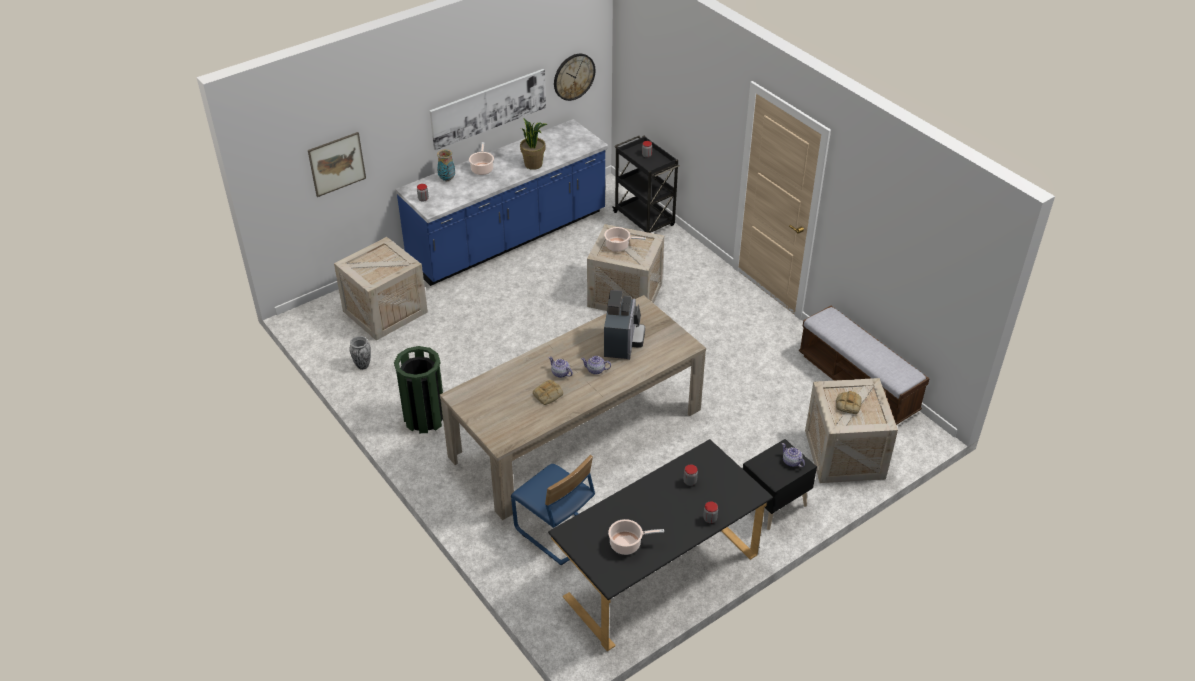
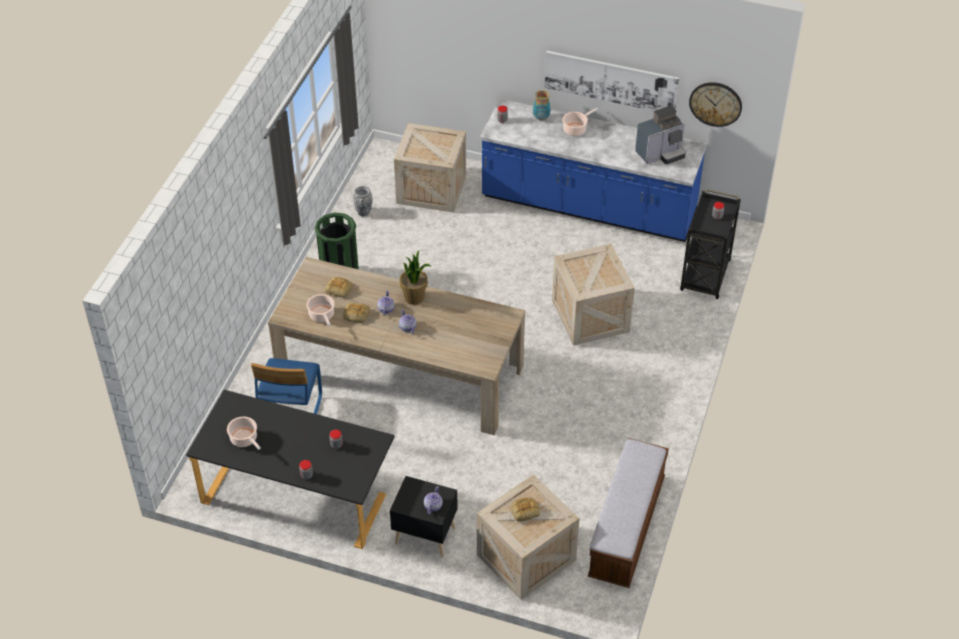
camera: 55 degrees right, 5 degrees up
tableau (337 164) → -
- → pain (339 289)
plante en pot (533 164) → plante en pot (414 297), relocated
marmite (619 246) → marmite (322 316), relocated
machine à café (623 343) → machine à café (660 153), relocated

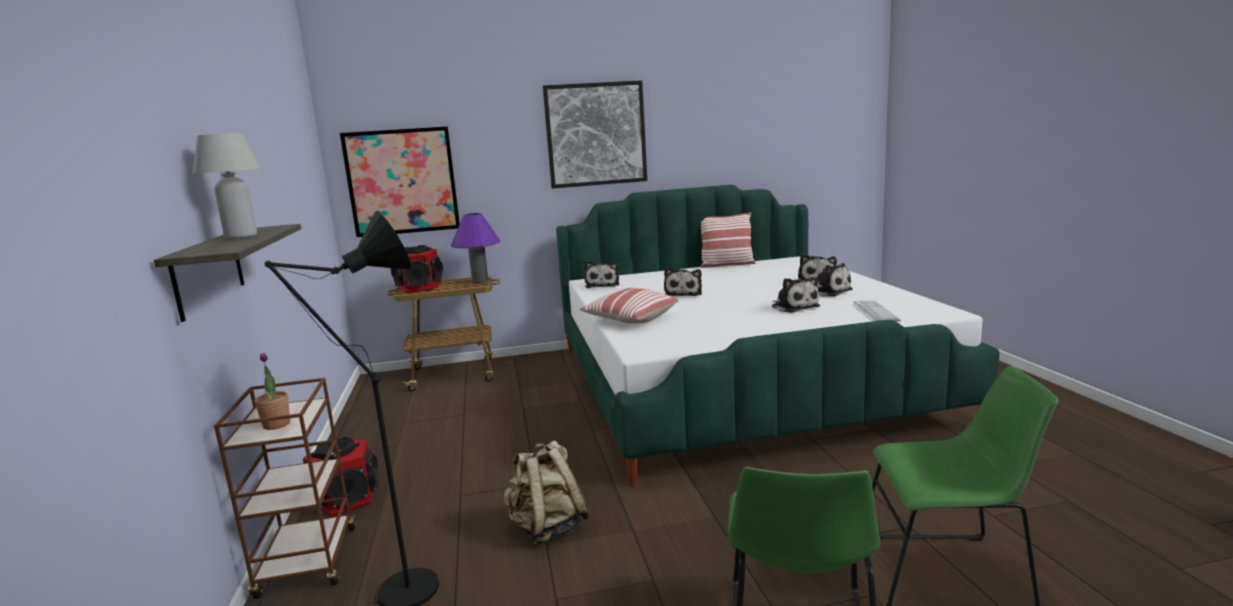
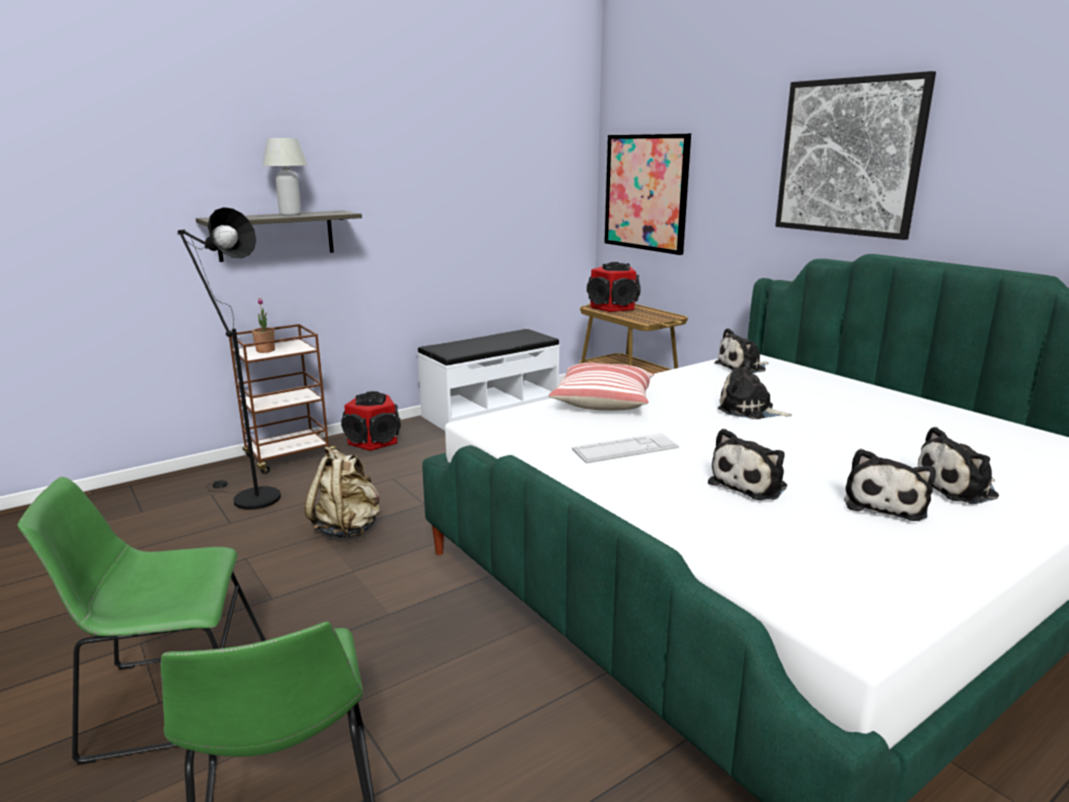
camera: 65 degrees right, 5 degrees up
lampe de table/violet (480 280) → -
coussin (726 264) → -
- → banc/blanc (490 411)
clavier (876 312) → clavier (625 449), relocated
peluche (683 293) → peluche (749 410), 45 degrees clockwise

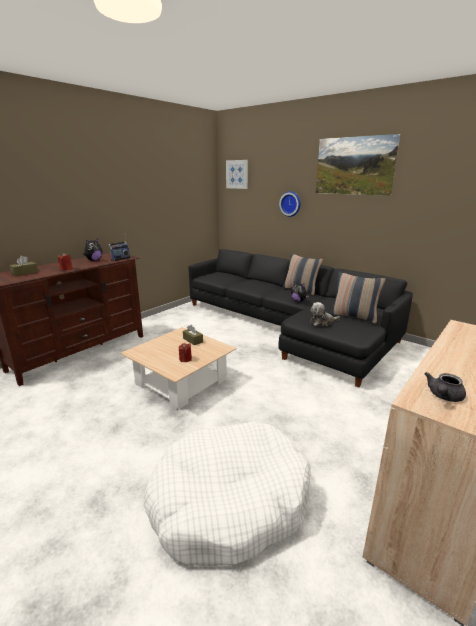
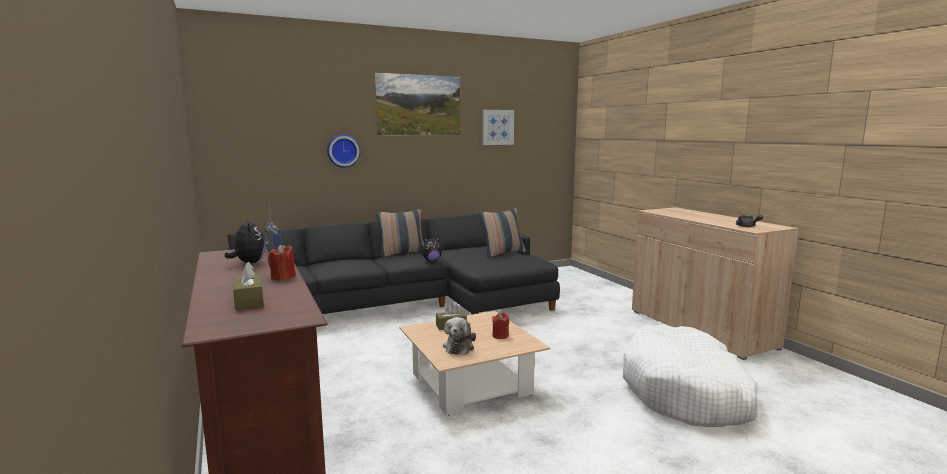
camera: 65 degrees left, 10 degrees down
tableau (237 174) → tableau (497 127), relocated
peluche (322 322) → peluche (459 346), relocated

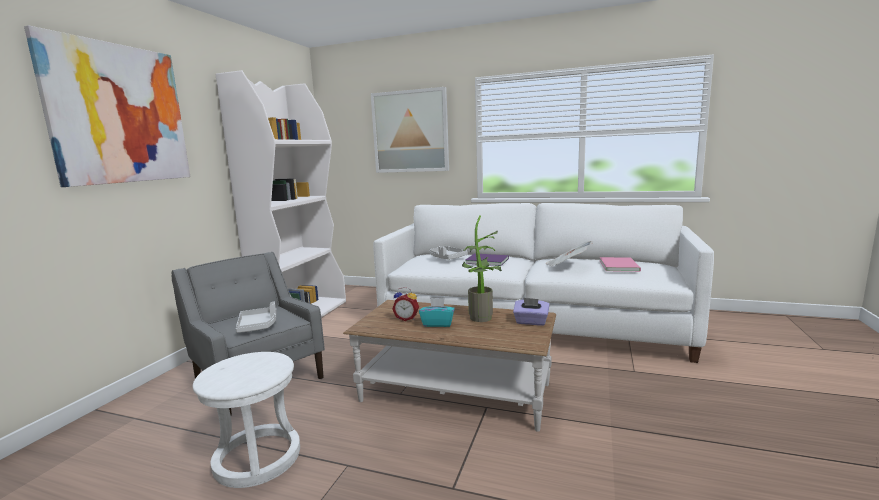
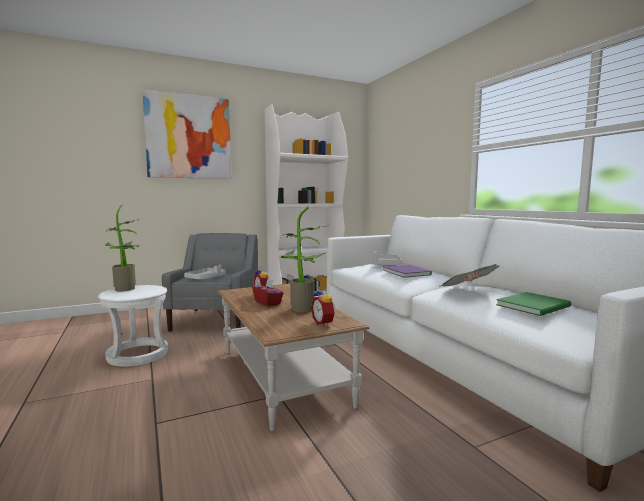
camera: 45 degrees right, 5 degrees down
tableau (410 131) → -
- → plante en pot (127 289)
boîte à mouchoirs/violet (531 322) → réveil (324 323)
boîte à mouchoirs/turquoise (437 323) → boîte à mouchoirs/rouge (268 303)
livre/rose (620 265) → livre/vert (535 306)

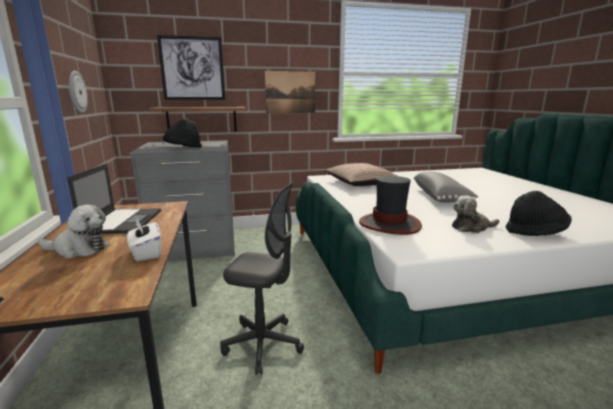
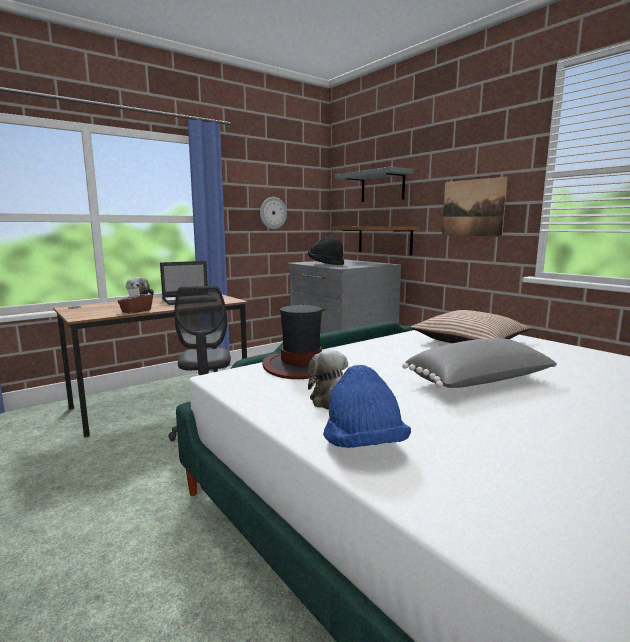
camera: 65 degrees right, 5 degrees down
tableau (192 68) → étagère/gris (382 186)
boîte à mouchoirs/blanc (146 253) → boîte à mouchoirs/marron (136 311)
chapeau/noir (535 232) → chapeau/bleu (363 446)

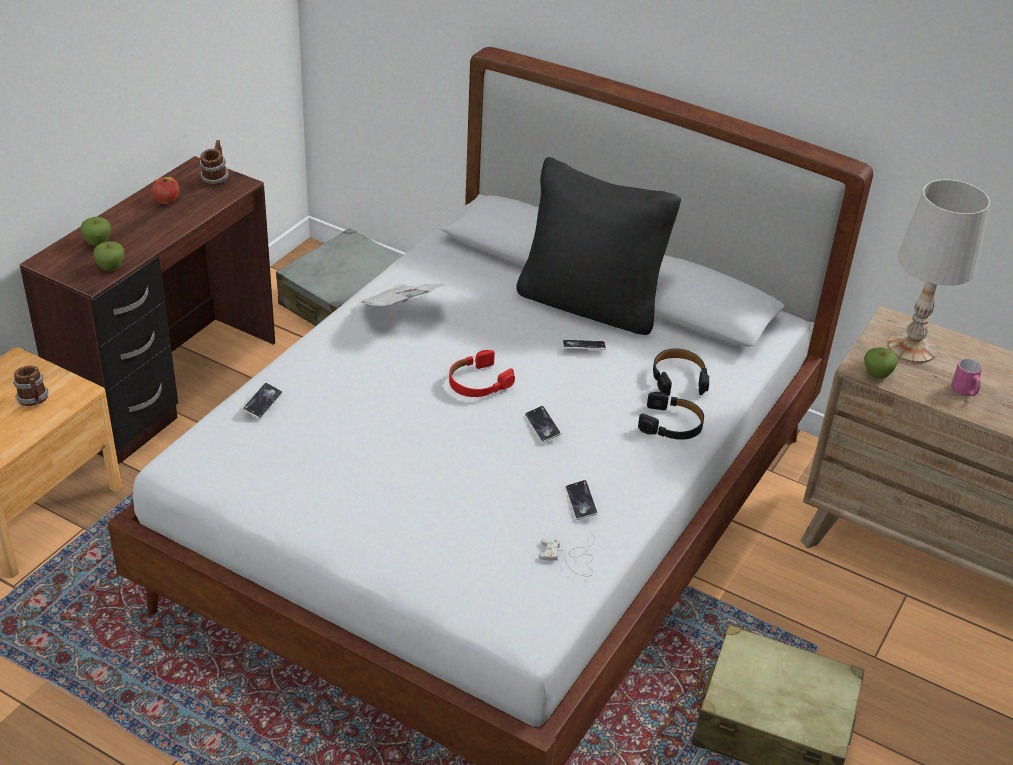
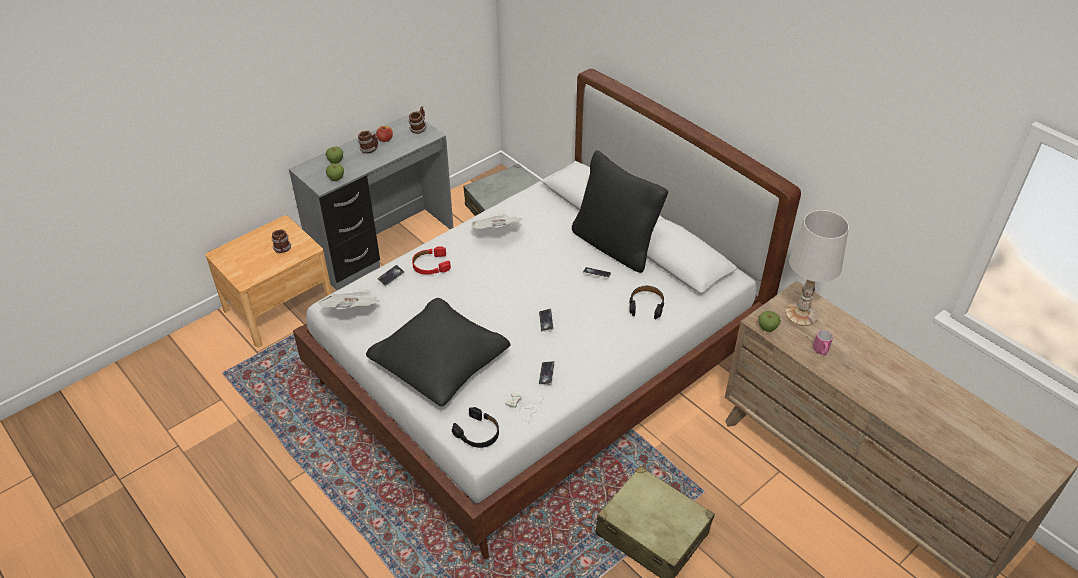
camera: 20 degrees right, 5 degrees up
- → journal (353 311)
- → mug (369 150)
- → coussin/noir (440 362)
casque audio/rouge (478 383) → casque audio/rouge (430 265), relocated
casque audio/noir (671 425) → casque audio/noir (478 433), relocated
bureau/marron (172 386) → bureau/gris (384 248)

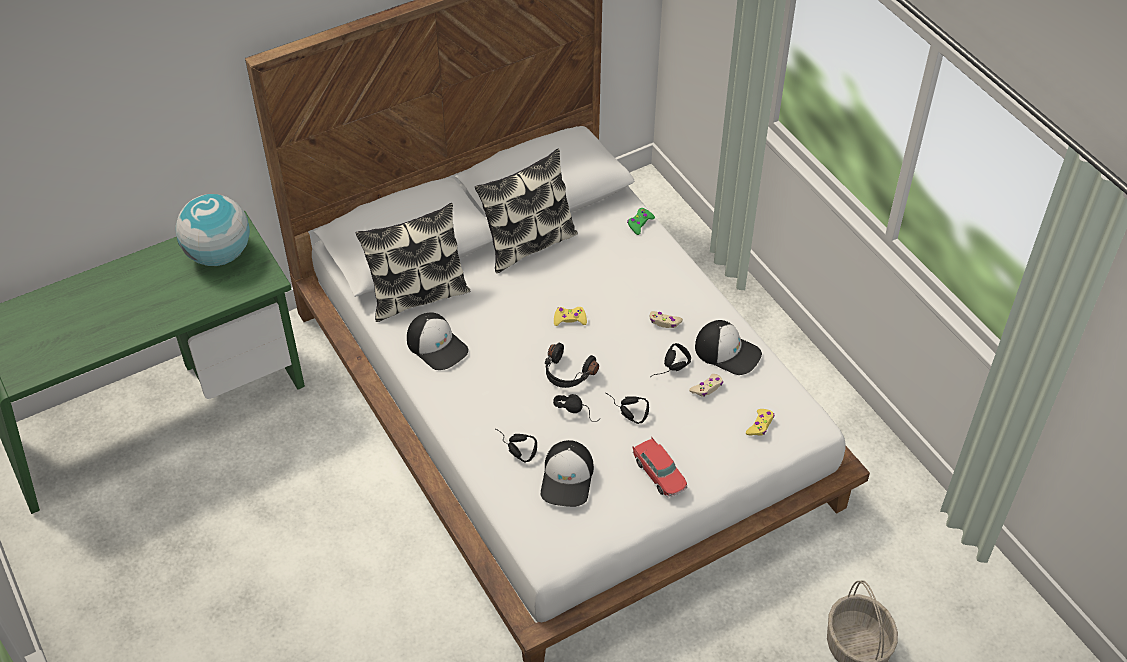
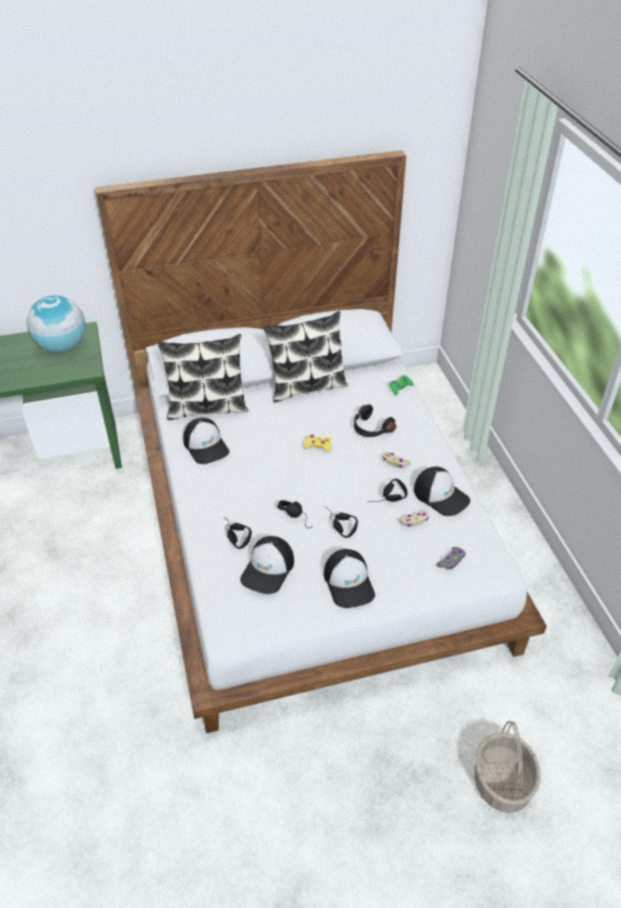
camera: 15 degrees right, 5 degrees down
casque audio/noir (567 374) → casque audio/noir (370 429), relocated
petite voiture (659 474) → casquette (349 582)
manette/jaune (760 425) → manette/gris (451 561)

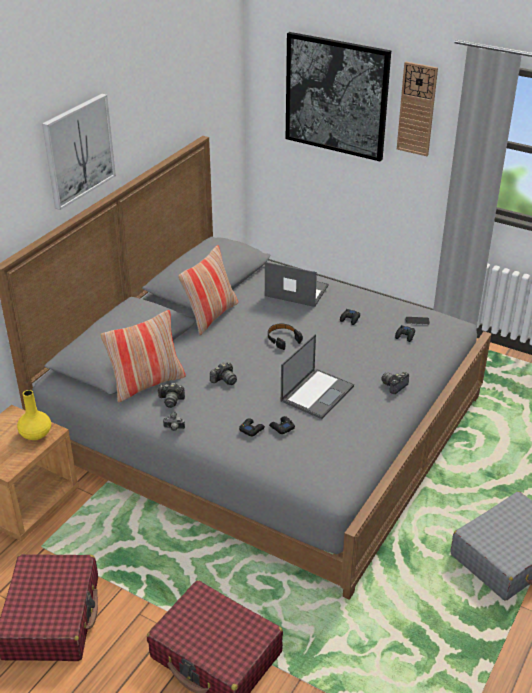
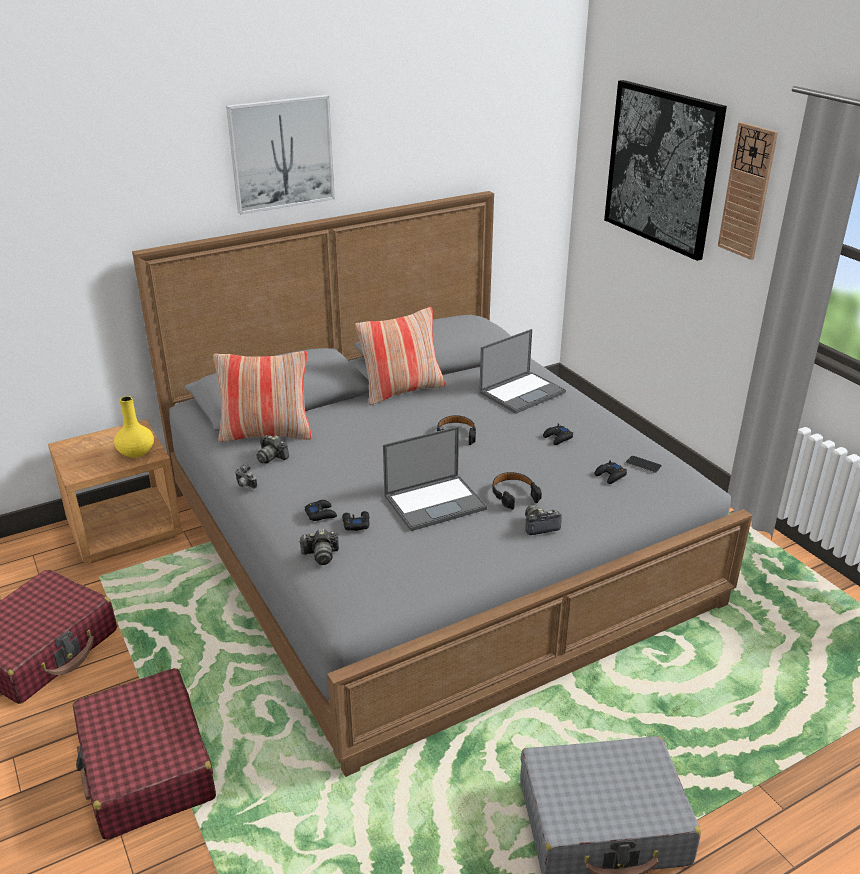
camera: 30 degrees right, 5 degrees down
- → casque audio/noir (514 494)
appareil photo (224 380) → appareil photo (321 555), relocated
ordinateur portable (295 291) → ordinateur portable (522 392), 90 degrees clockwise

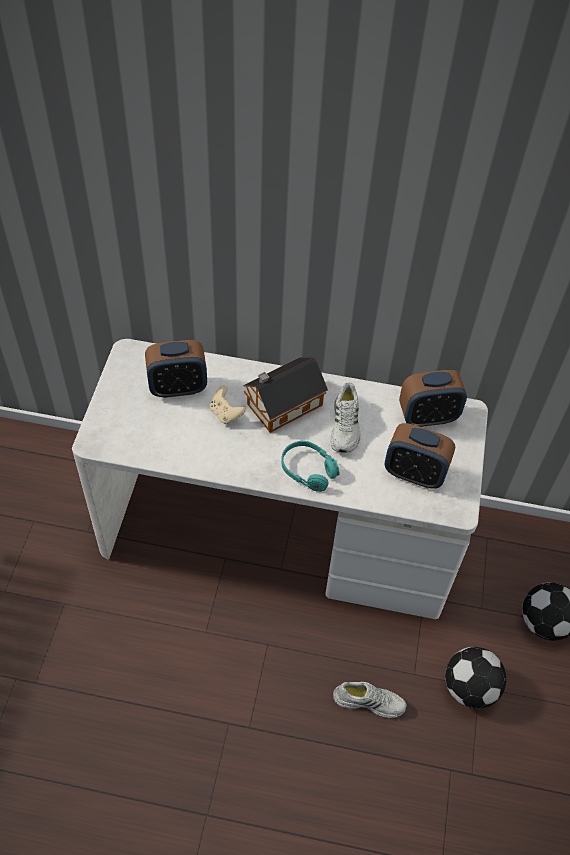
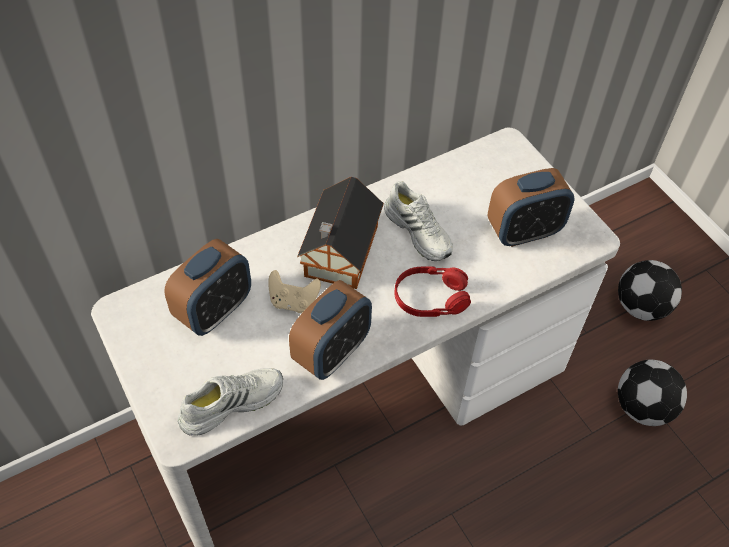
camera: 40 degrees left, 0 degrees up
chaussure/blanc (369 701) → chaussure/blanc (231 402), relocated
réveil (427 417) → réveil (332 352), relocated
casque audio/turquoise (308 470) → casque audio/rouge (431 298)

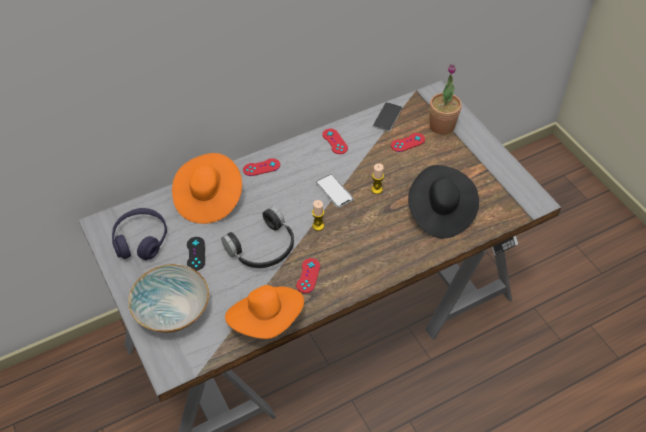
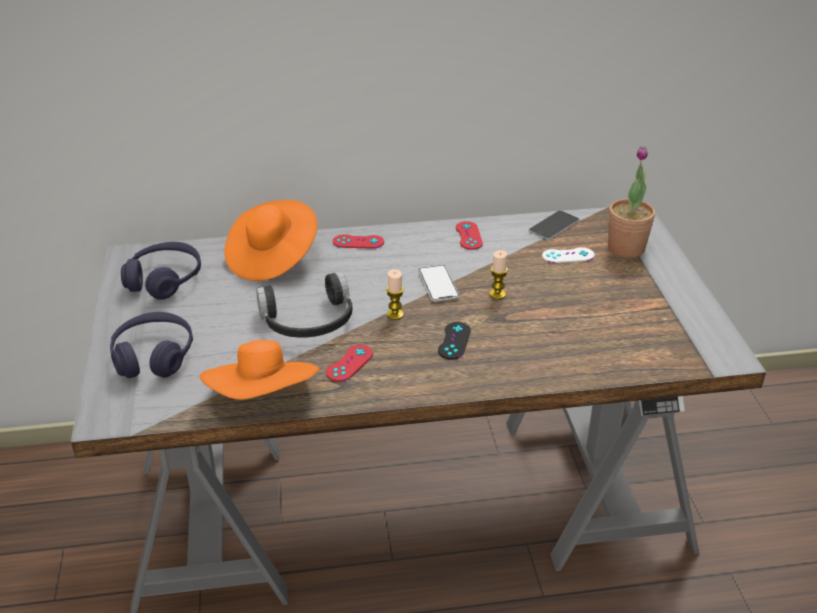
camera: 20 degrees right, 15 degrees down
chapeau/noir (440 212) → -
manette/noir (196 253) → manette/noir (454 341), relocated
bol (173 309) → casque audio/violet (153 356)
manette/rouge (407 142) → manette/blanc (568 256)

